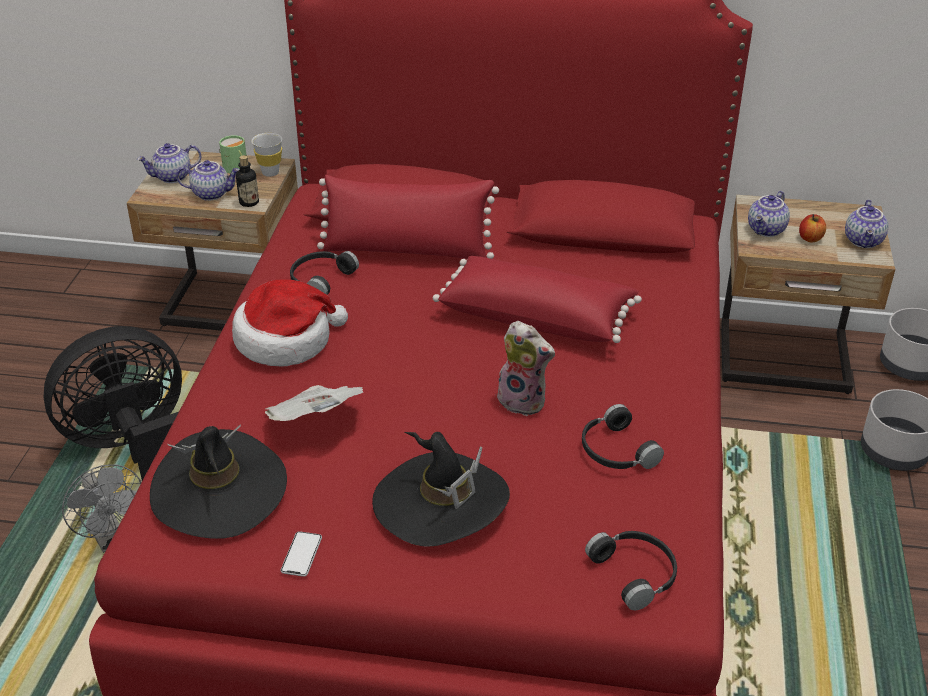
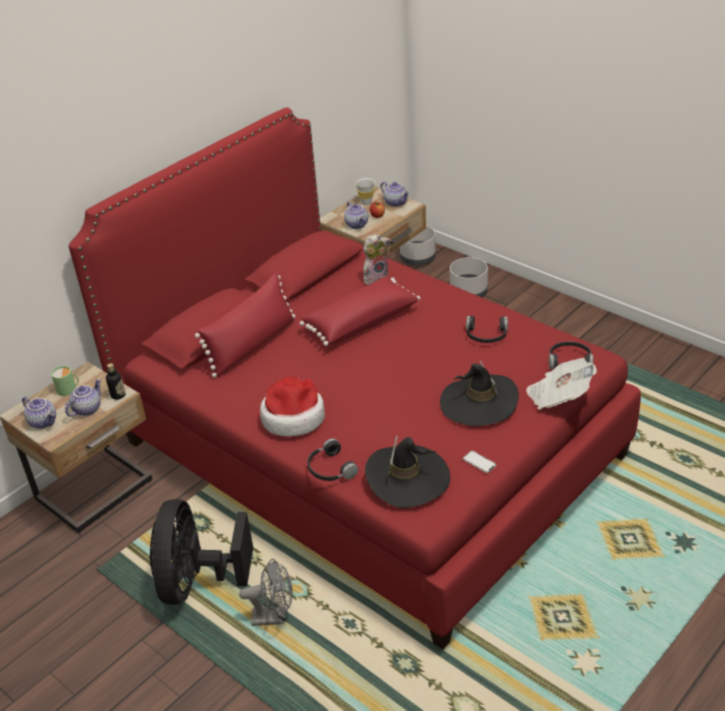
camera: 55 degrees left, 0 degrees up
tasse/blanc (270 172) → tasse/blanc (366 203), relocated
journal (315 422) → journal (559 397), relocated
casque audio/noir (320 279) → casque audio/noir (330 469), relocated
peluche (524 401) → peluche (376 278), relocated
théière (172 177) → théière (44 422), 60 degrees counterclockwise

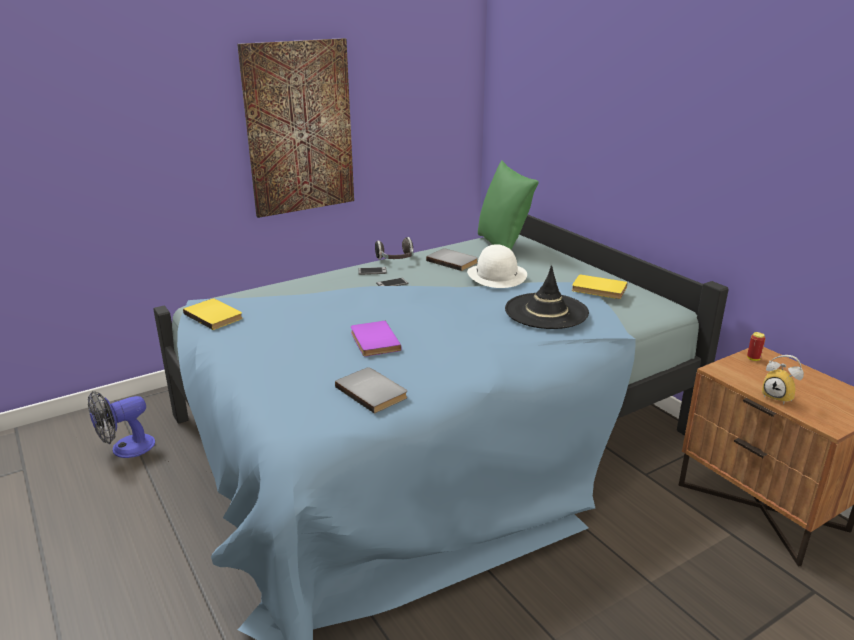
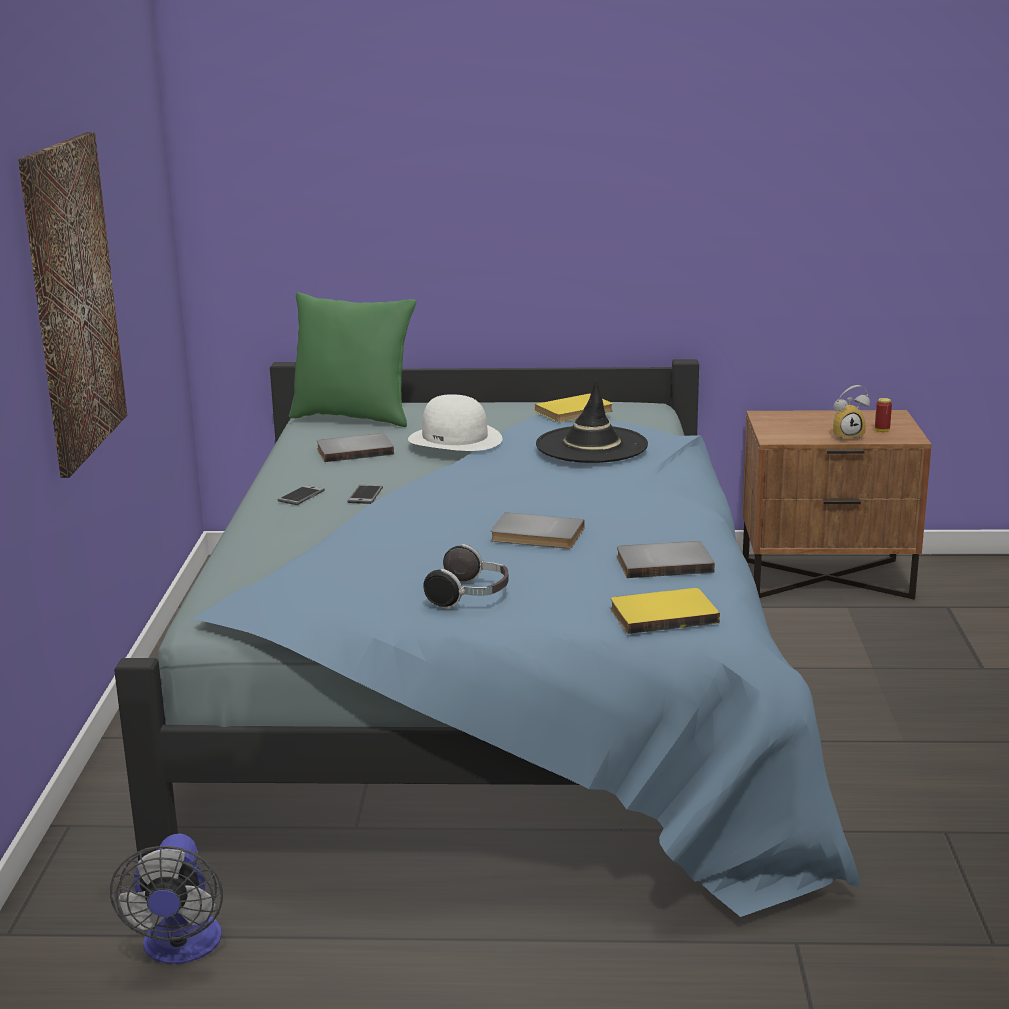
camera: 55 degrees left, 5 degrees down
livre/jaune (215 315) → livre/jaune (662 614), relocated
casque audio (396 260) → casque audio (470 596), relocated
boîte métallique (753 359) → boîte métallique (882 430), relocated
livre/violet (373 341) → livre/gris (536 536)

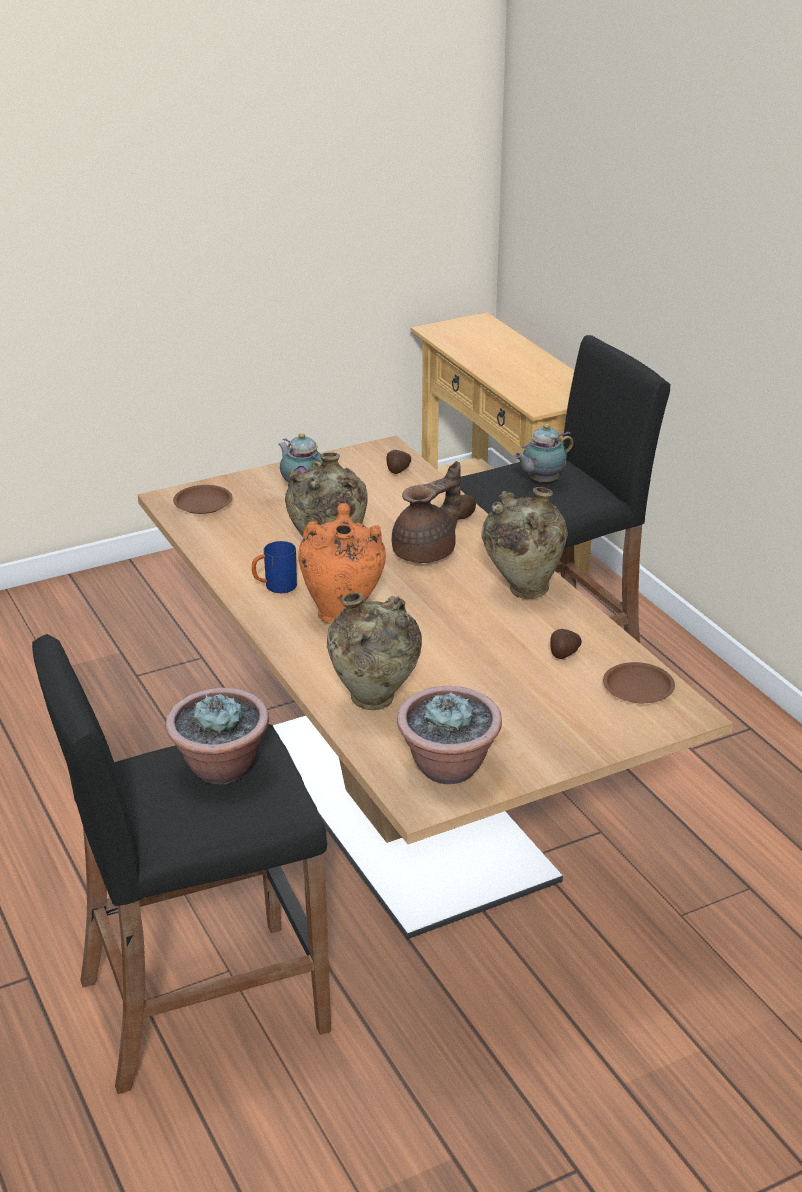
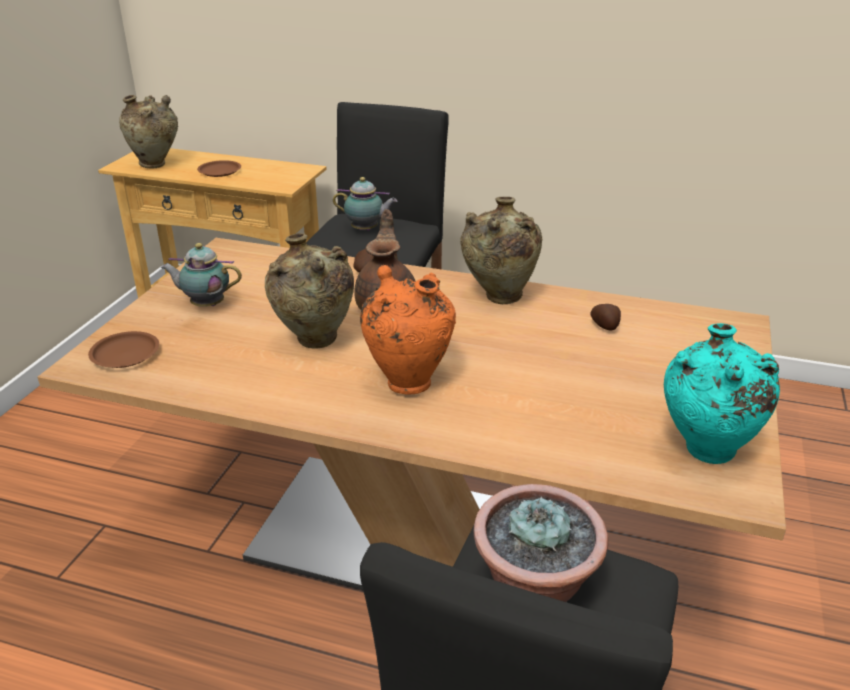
camera: 45 degrees left, 0 degrees up
mug/bleu (275 587) → -
pomme de terre (397 471) → -
vase/beige (375 703) → vase/beige (156 165), relocated
assiette/marron (638 687) → assiette/marron (219 171), relocated
plante en pot (448 768) → vase/turquoise (705 453)
théière (541 481) → théière (366 230), 90 degrees counterclockwise

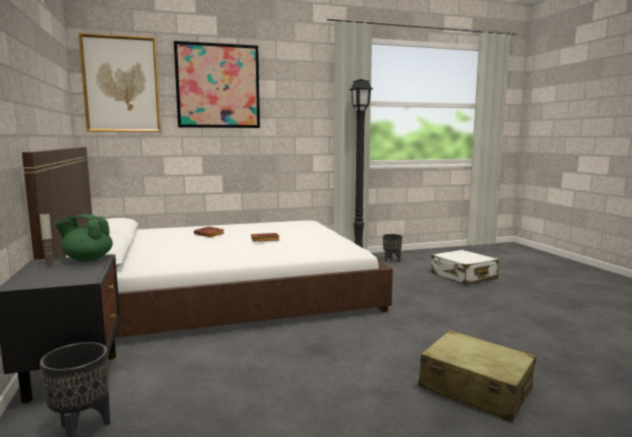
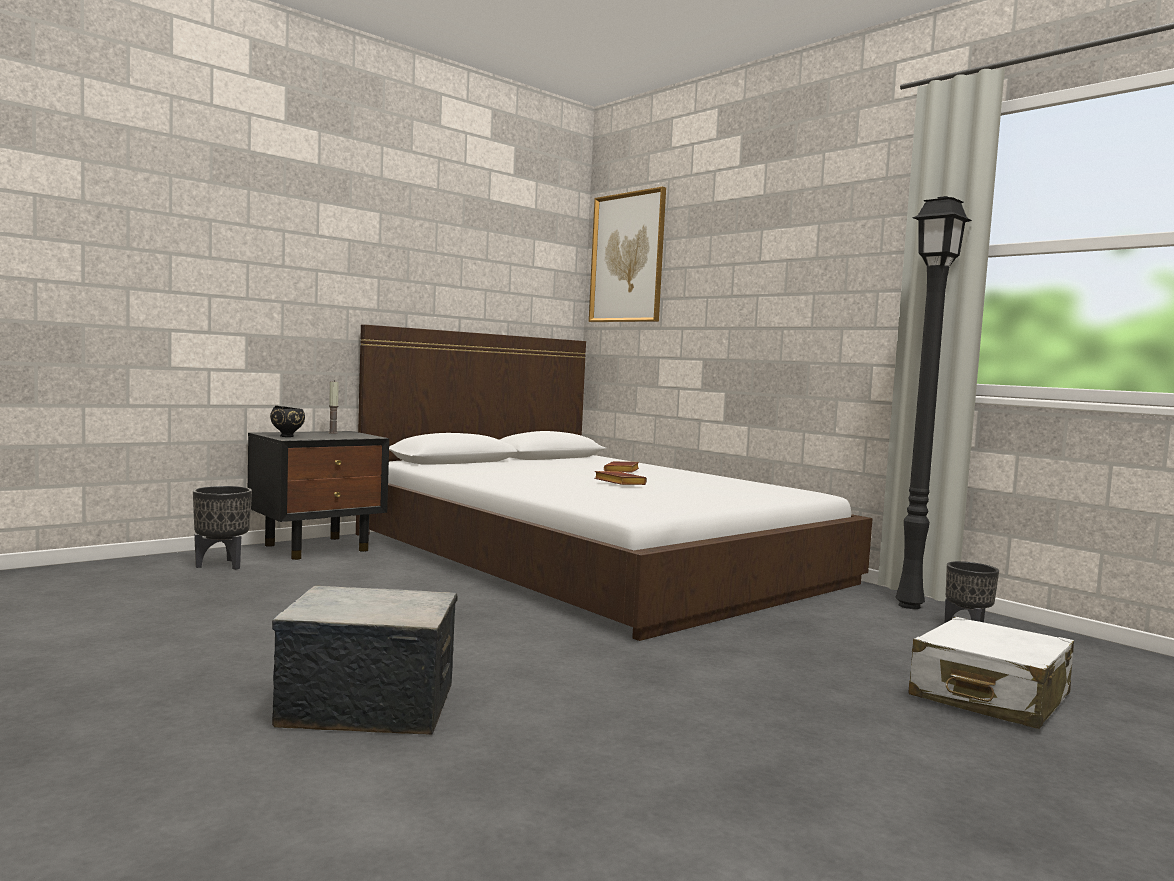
camera: 65 degrees right, 5 degrees down
théière/vert (87 259) → -
tableau (218 86) → -
- → bol/noir (288 436)
valise/beige (475 389) → boîte de rangement (368 705)

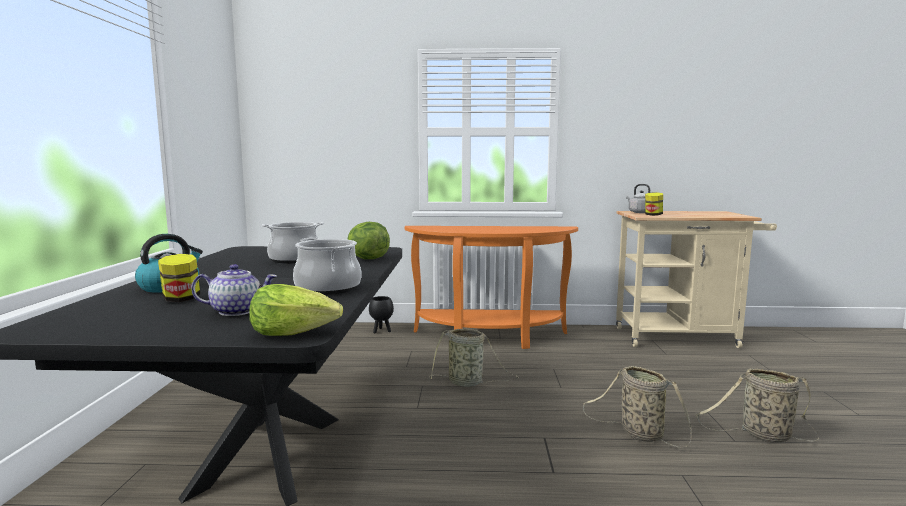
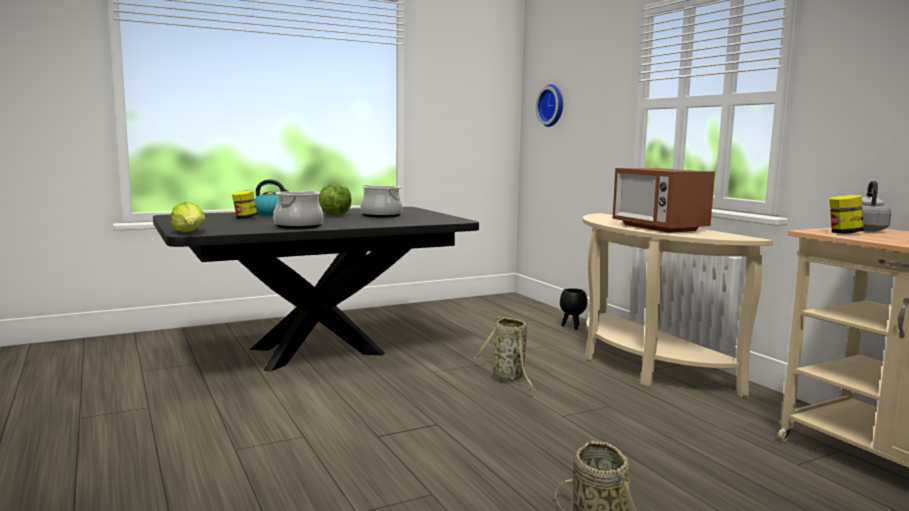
camera: 60 degrees right, 0 degrees up
théière (237 311) → -
panier (638 433) → -
- → horloge murale (552 105)
- → micro-ondes (658 228)
laitue (367 259) → laitue (335 215), relocated
table console/orange (490 338) → table console/beige (641 366)

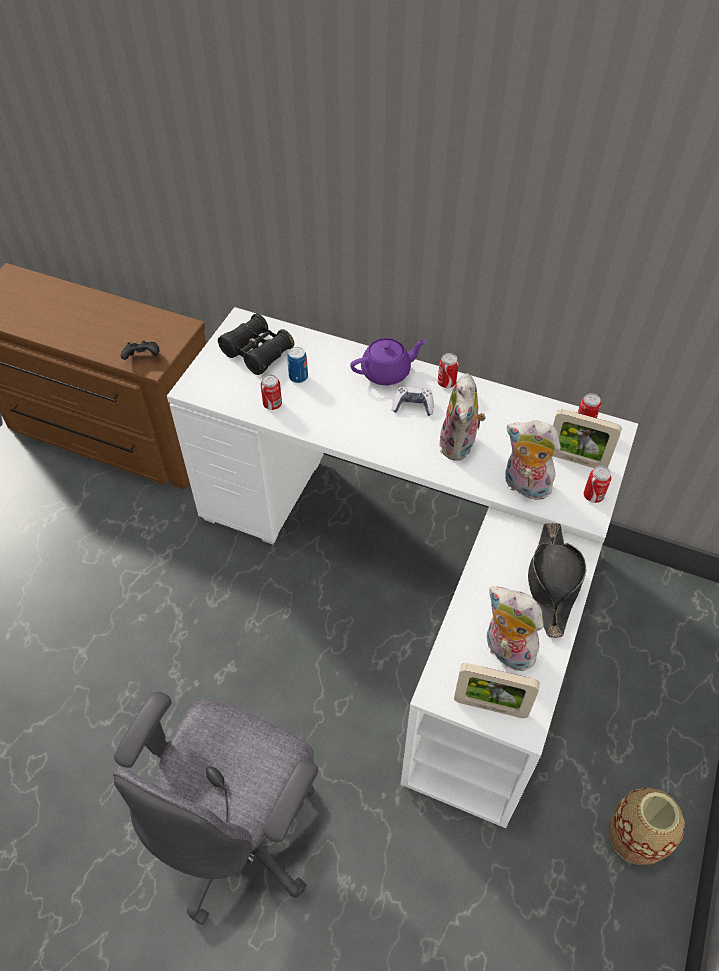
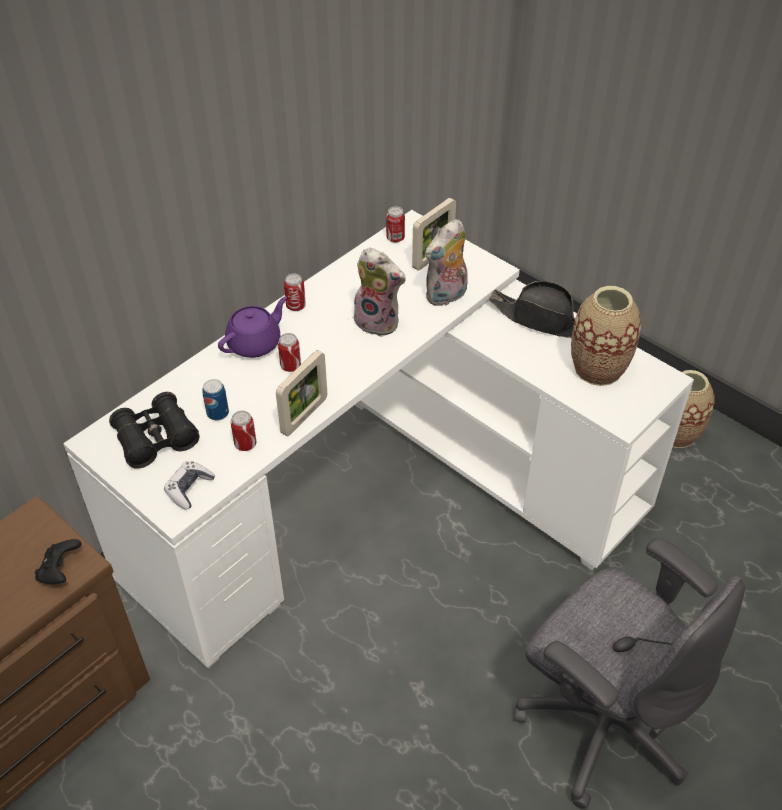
camera: 70 degrees left, 5 degrees down
manette (413 406) → manette (189 489), relocated
cadre photo (490 706) → cadre photo (304 416), relocated
boîte métallique (593 496) → boîte métallique (290 366), relocated
peluche (505 651) → vase (598 368)
théière/violet (387 373) → théière/violet (255 343), 45 degrees clockwise

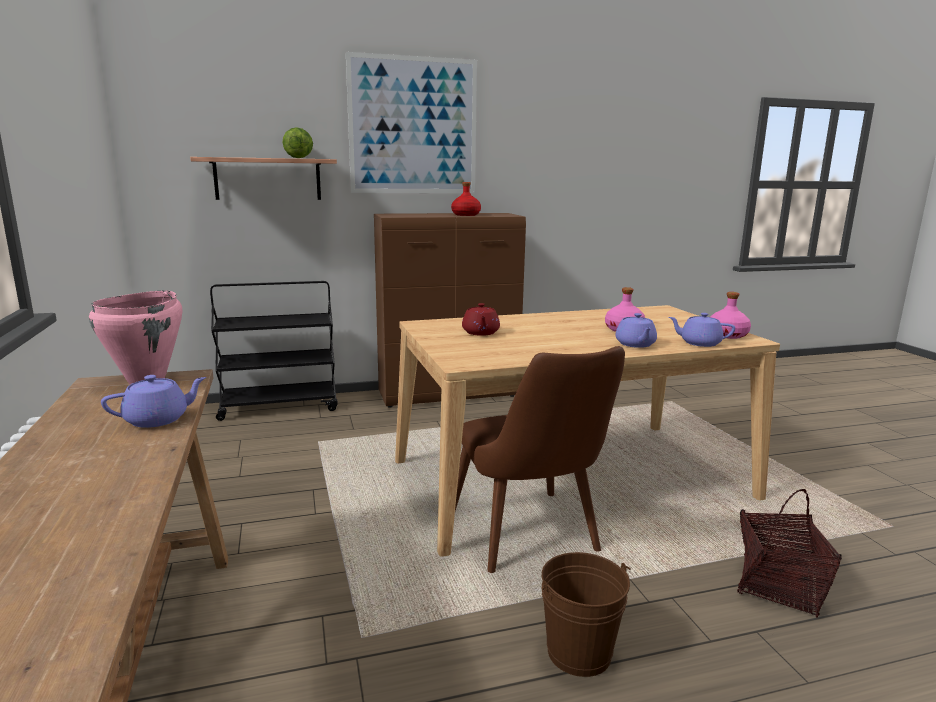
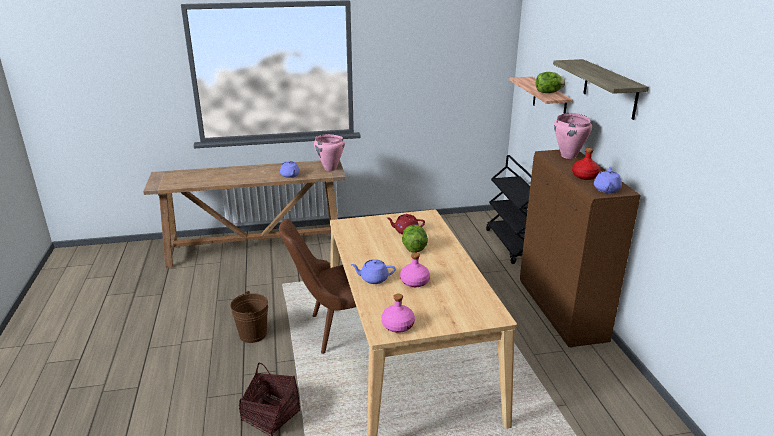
camera: 95 degrees right, 10 degrees up
- → laitue (414 248)
- → marmite/rose (569 156)
théière/violet (699 343) → théière/violet (606 189), relocated
tableau (413 126) → étagère (610 89)

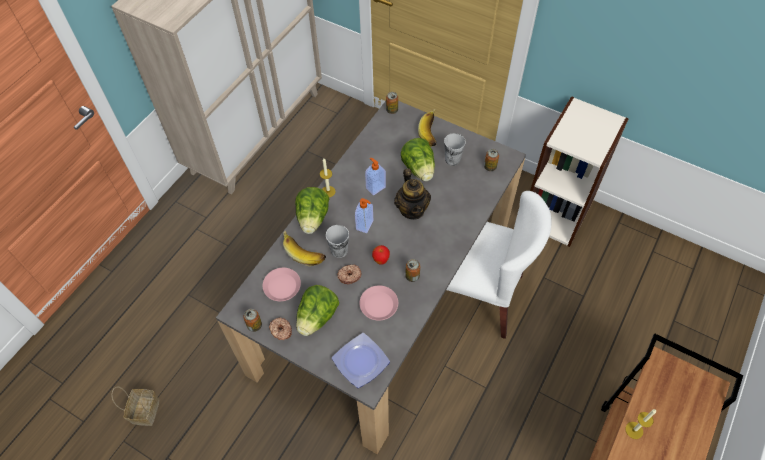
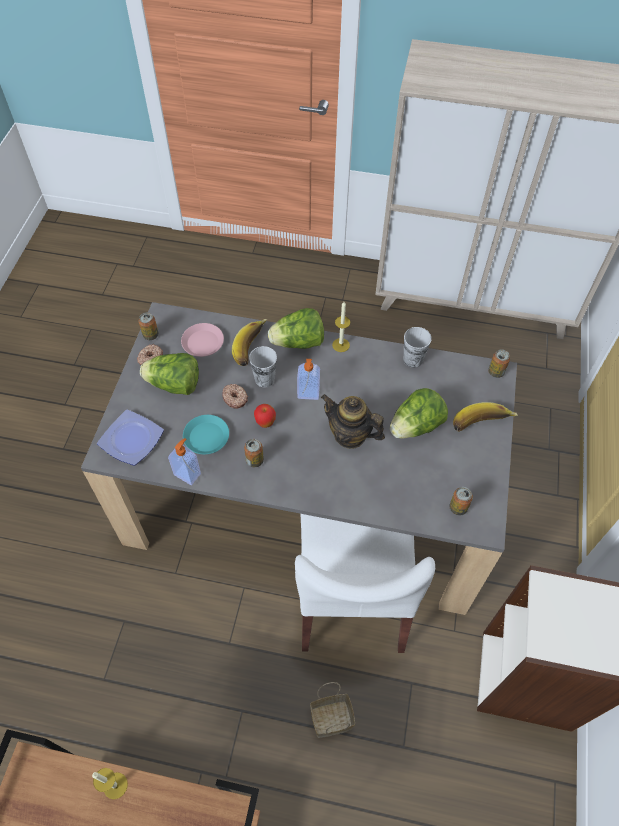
camera: 70 degrees right, 0 degrees up
panier (145 410) → panier (332 718), relocated
distributeur de savon (375 187) → distributeur de savon (188 473), relocated
tasse (452 159) → tasse (413 360), relocated
assiette/rose (378 305) → assiette/turquoise (206 437)
théière (412 209) → théière (350 435), 60 degrees clockwise

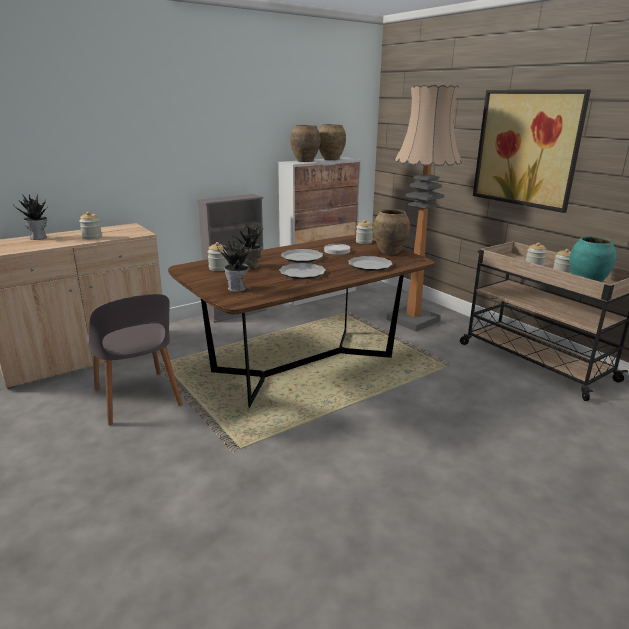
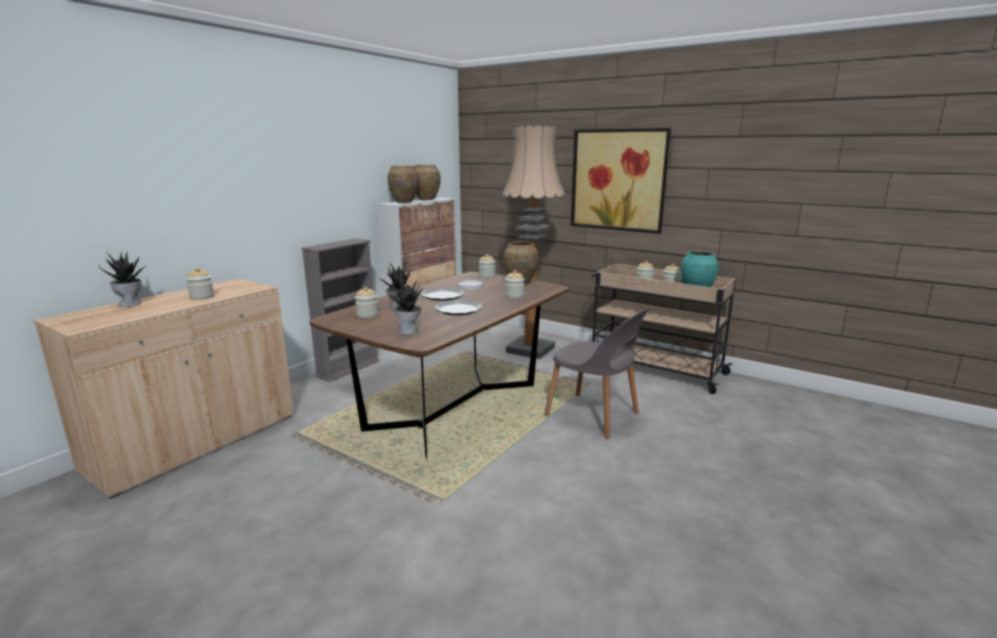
camera: 20 degrees left, 5 degrees down
chaise/gris (137 398) → chaise/gris (594 416), relocated
assiette (369 265) → bocal (514 296)

